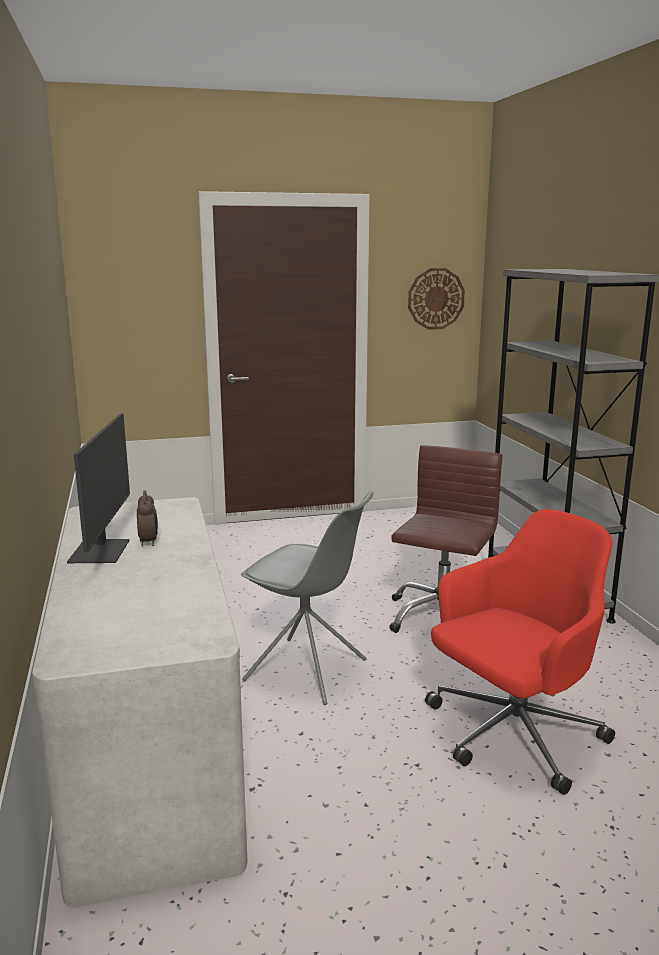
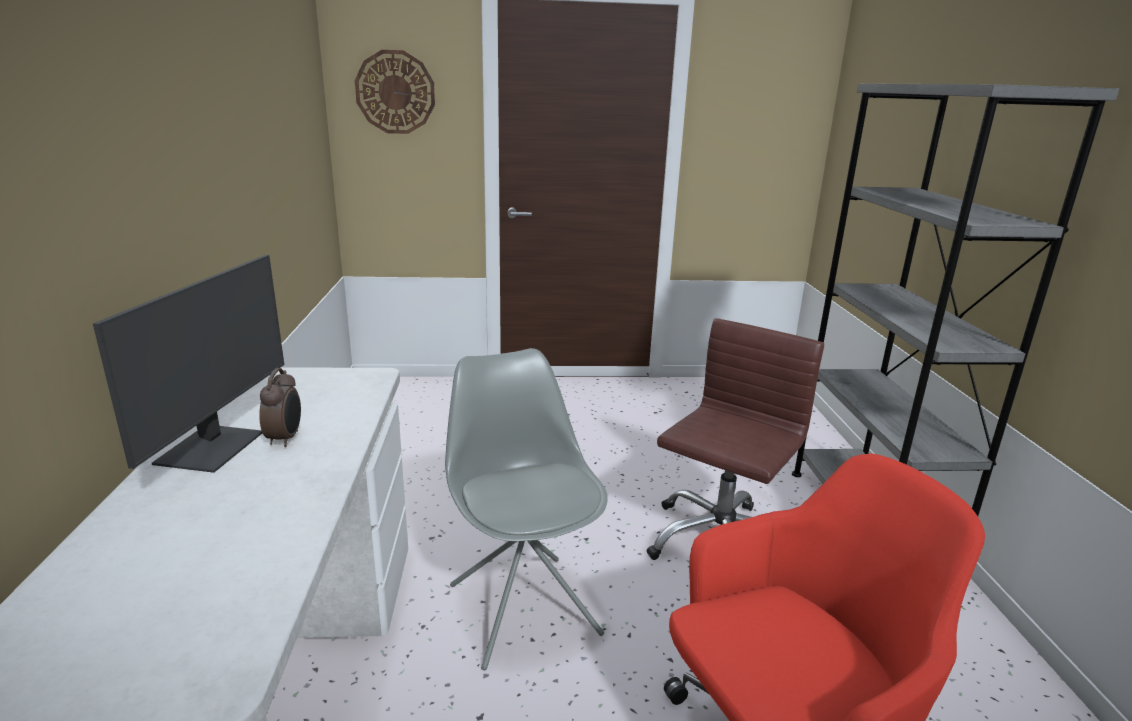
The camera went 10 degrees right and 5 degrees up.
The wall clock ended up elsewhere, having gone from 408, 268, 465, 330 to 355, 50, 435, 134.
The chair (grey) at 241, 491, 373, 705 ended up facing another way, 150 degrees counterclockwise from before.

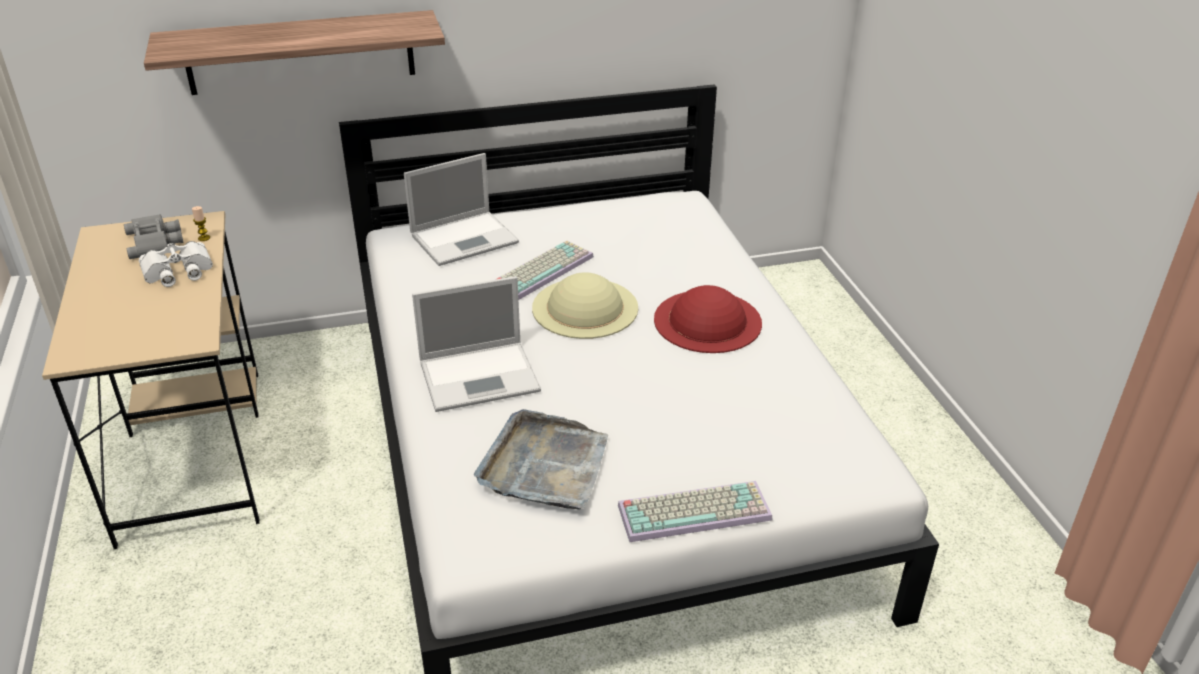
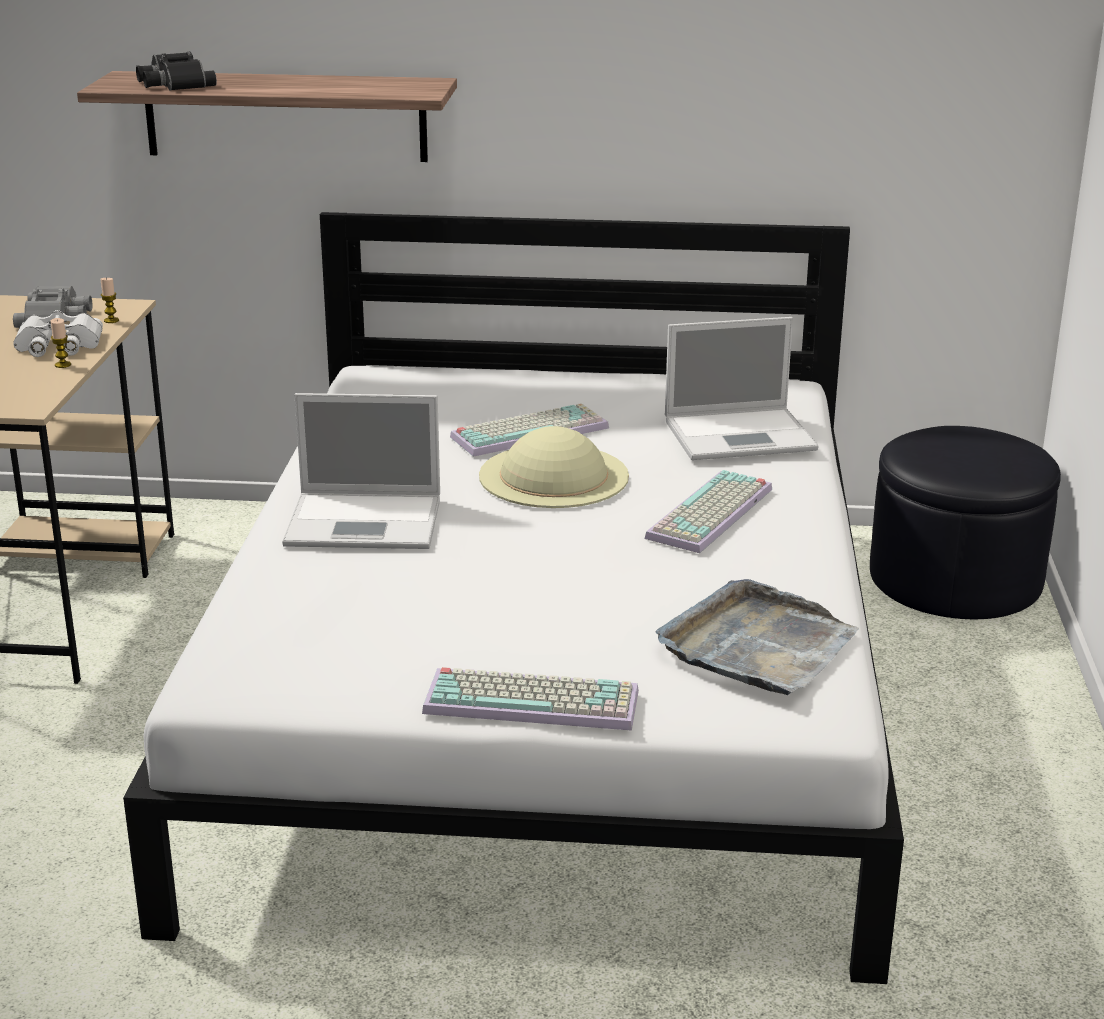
The camera went 20 degrees right and 10 degrees down.
The second view gained the candle at 50, 318, 71, 368.
The second view gained the binoculars (black) at 136, 51, 217, 90.
Where the hat (red) stood at 654, 285, 762, 353, the keyboard came to stand at 645, 470, 772, 553.
The tray (grey) ended up elsewhere, having gone from 474, 409, 608, 510 to 655, 579, 859, 695.
The laptop ended up elsewhere, having gone from 404, 153, 519, 266 to 665, 317, 819, 460.
The second view gained the ottoman (black) at 870, 426, 1061, 619.

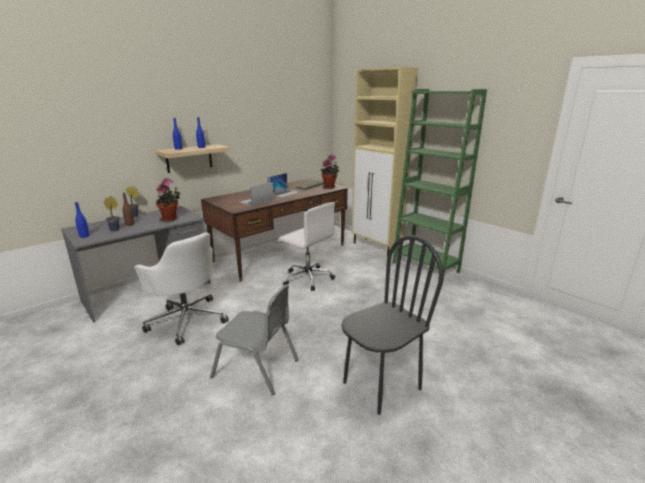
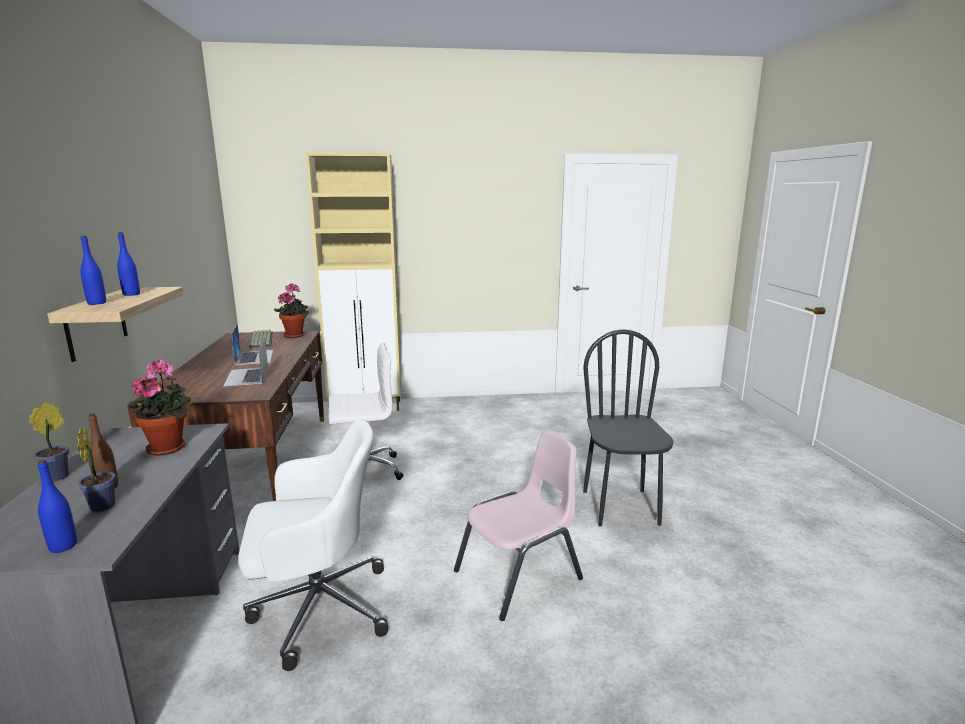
The camera went 55 degrees left and 5 degrees down.
What was the chair (grey) at 210, 284, 298, 395 turned into the chair (pink) at 454, 431, 583, 621.
The second view lost the bookcase (green) at 392, 89, 487, 280.

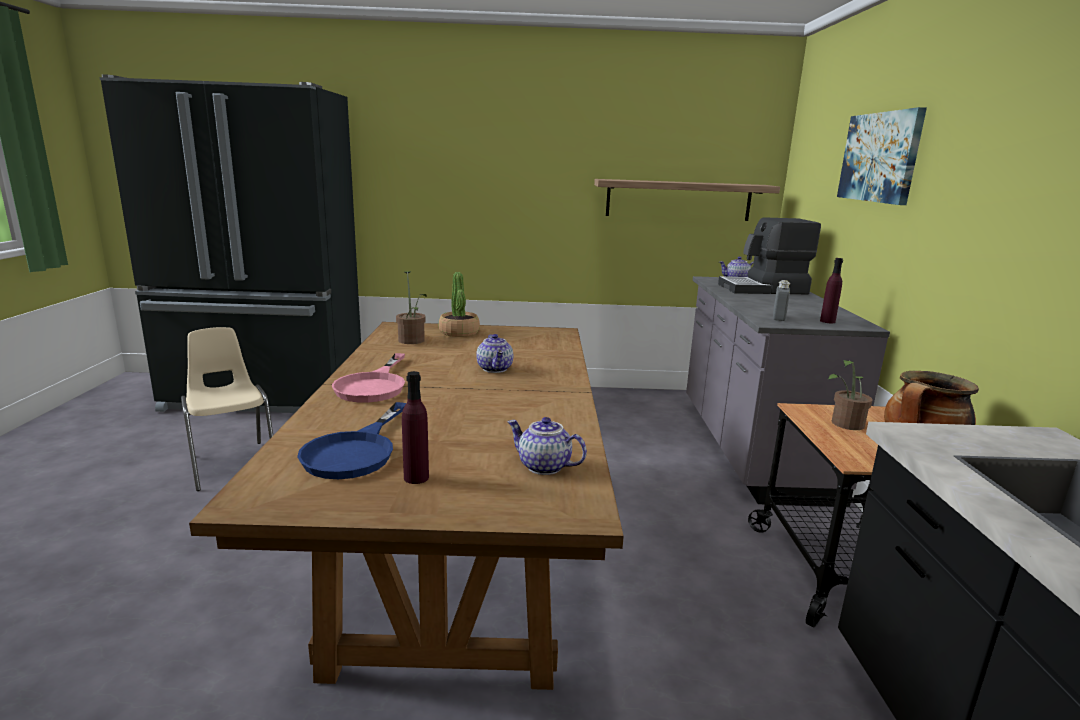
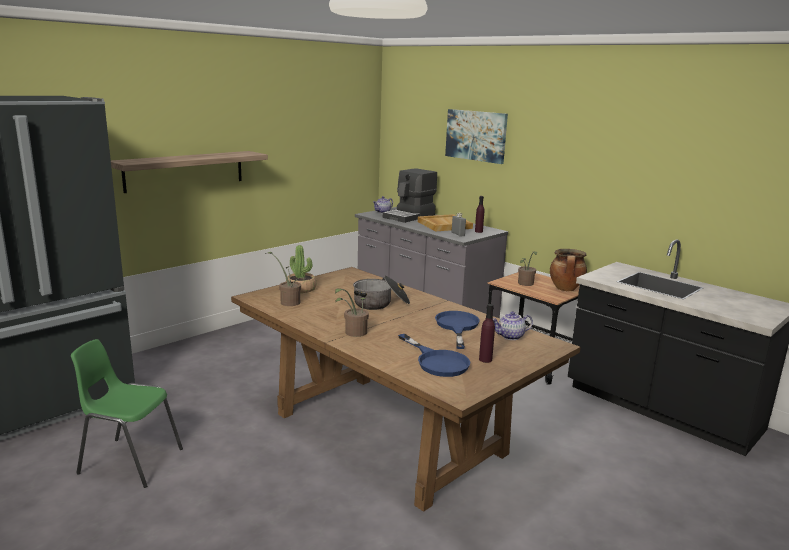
The camera went 45 degrees left and 0 degrees up.
What was the chair (beige) at 181, 327, 273, 491 turned into the chair (green) at 71, 339, 183, 488.
The shelf ended up elsewhere, having gone from 594, 179, 780, 221 to 111, 151, 268, 193.
Where the frying pan (pink) stood at 332, 353, 405, 402, the potted plant came to stand at 335, 288, 369, 337.
Where the teapot stood at 476, 334, 513, 373, the cooking pot came to stand at 353, 276, 410, 310.
The second view gained the tray (beige) at 418, 214, 473, 231.
The second view gained the frying pan (blue) at 435, 311, 480, 349.

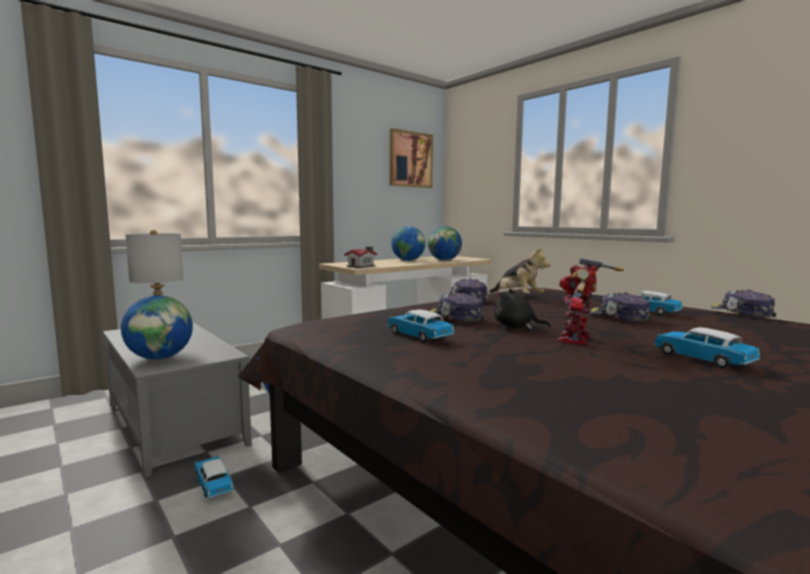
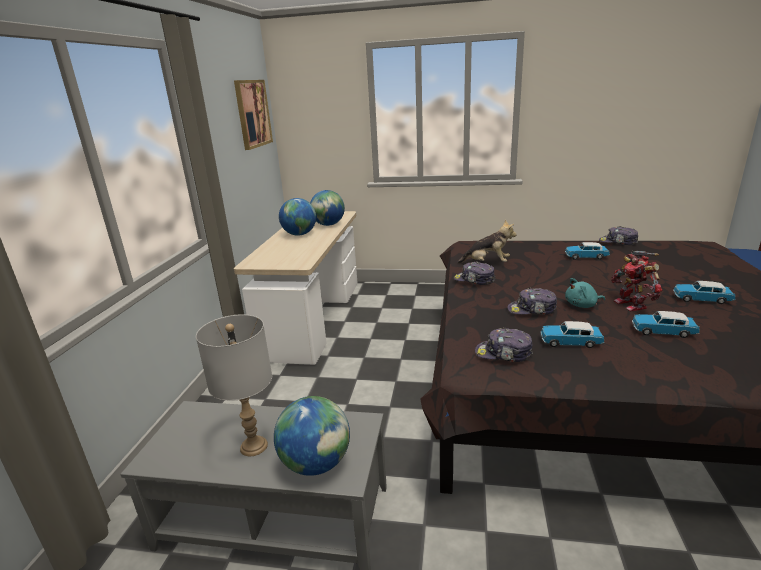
The camera went 40 degrees left and 15 degrees up.
The cap ended up elsewhere, having gone from 589, 292, 652, 322 to 475, 328, 533, 362.
What was the plush toy (black) at 494, 289, 551, 329 turned into the plush toy (turquoise) at 565, 278, 605, 308.
The toy car ended up elsewhere, having gone from 194, 456, 234, 498 to 632, 311, 700, 338.
The second view lost the toy house at 344, 247, 377, 268.

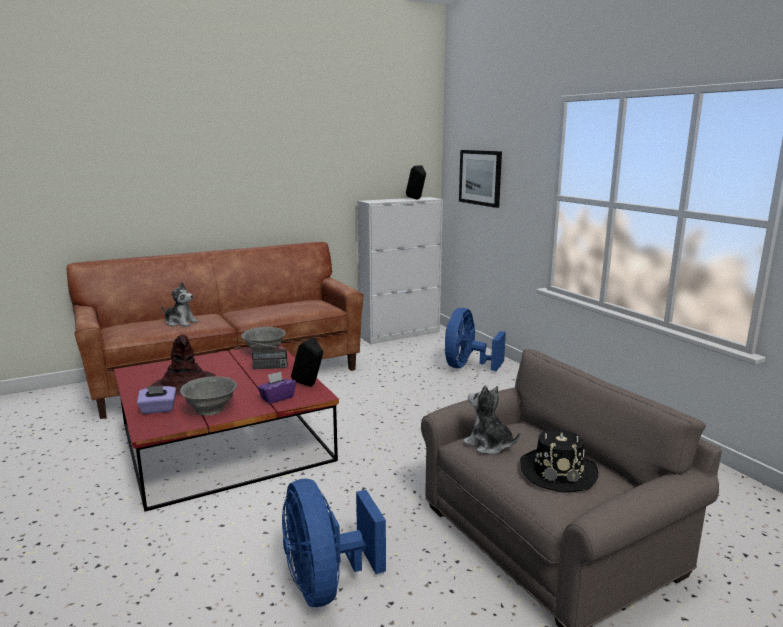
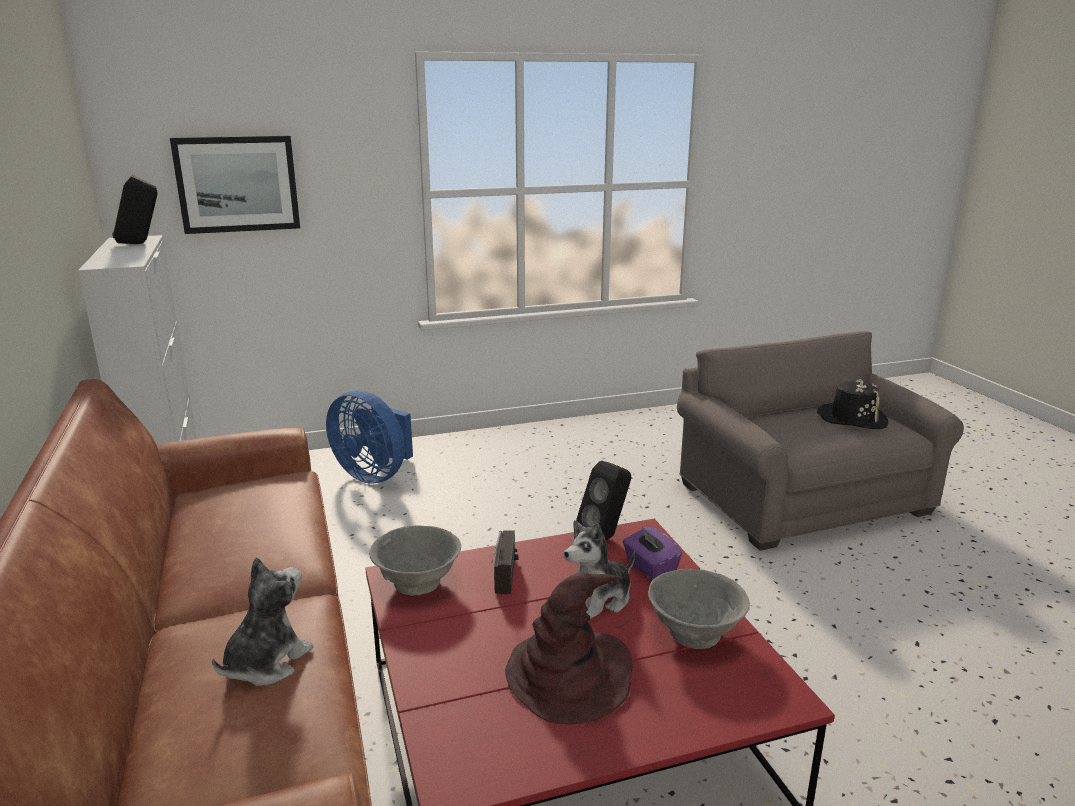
The camera went 80 degrees left and 5 degrees up.
The plush toy ended up elsewhere, having gone from 463, 385, 520, 455 to 564, 520, 635, 619.
The second view lost the tissue box (purple) at 137, 386, 176, 414.
The second view lost the fan (blue) at 282, 479, 386, 607.

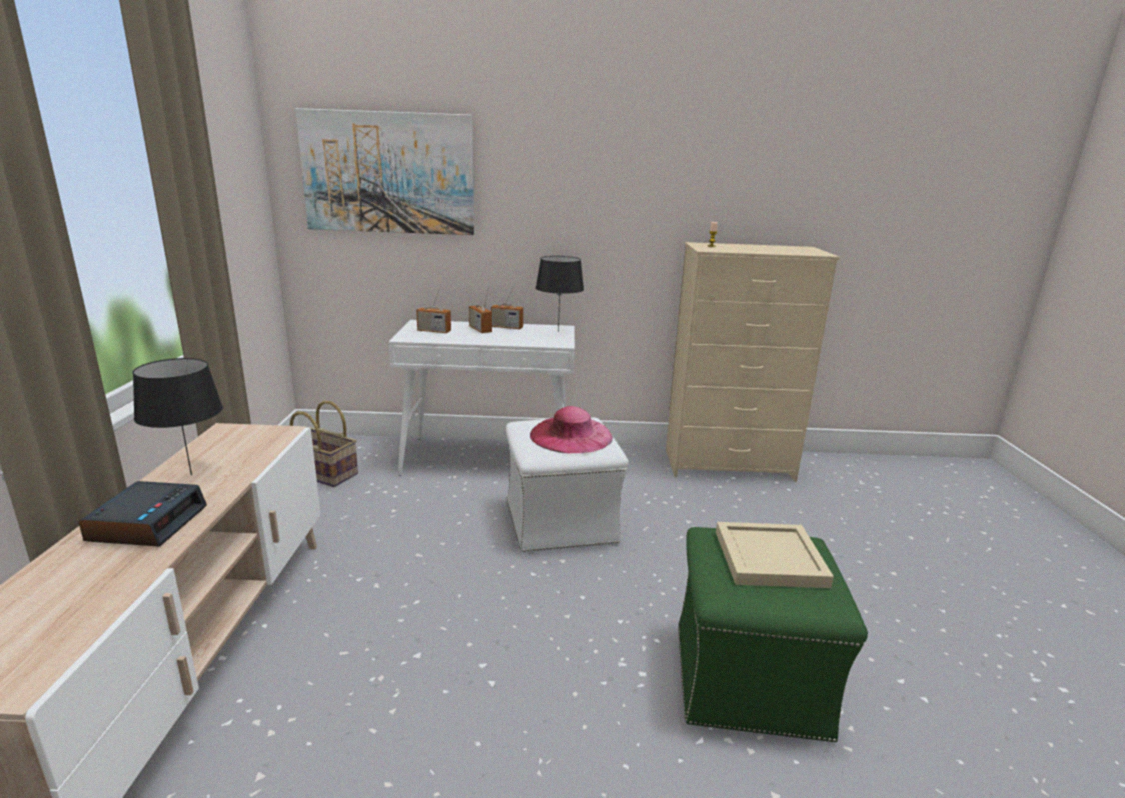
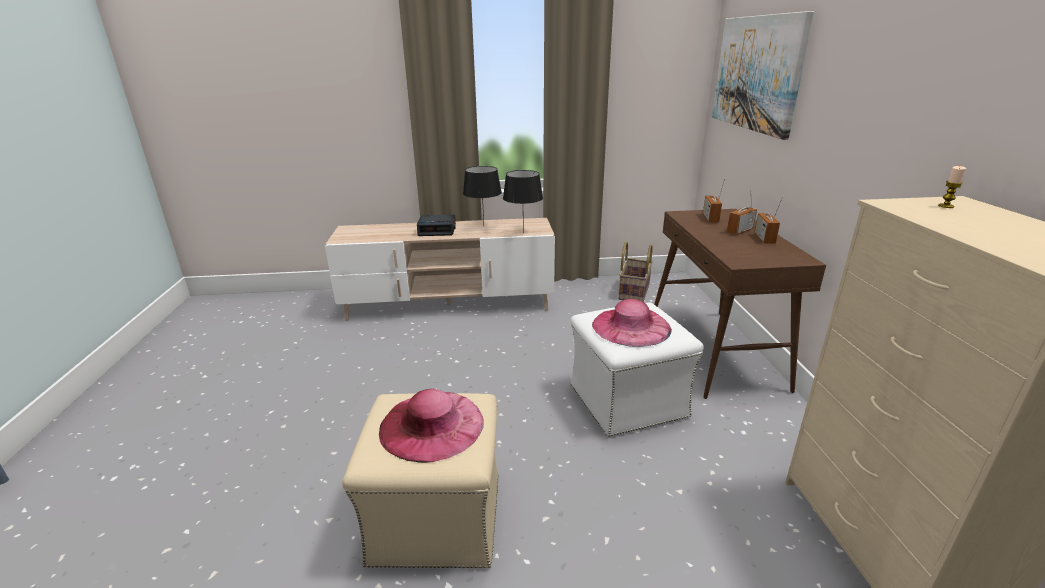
The camera went 85 degrees right and 5 degrees up.
What was the ottoman (green) at 678, 527, 868, 742 turned into the ottoman (beige) at 342, 393, 499, 568.
Where the tray (beige) stood at 716, 522, 834, 588, the hat (pink) came to stand at 379, 389, 484, 463.
The table lamp (black) ended up elsewhere, having gone from 536, 256, 584, 332 to 503, 170, 543, 233.
What was the console table (white) at 389, 320, 575, 476 turned into the console table (brown) at 654, 209, 826, 399.

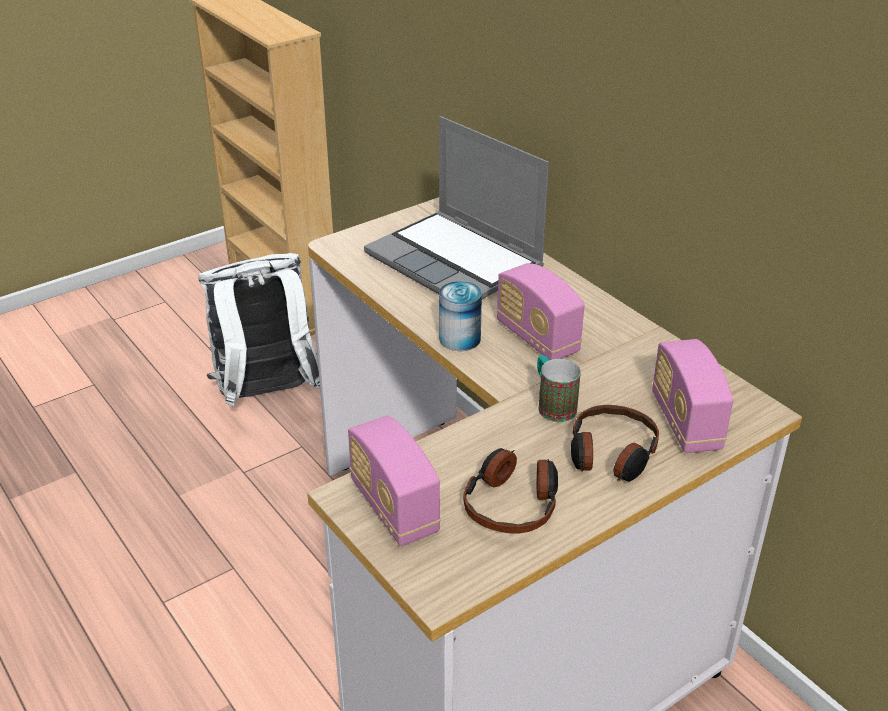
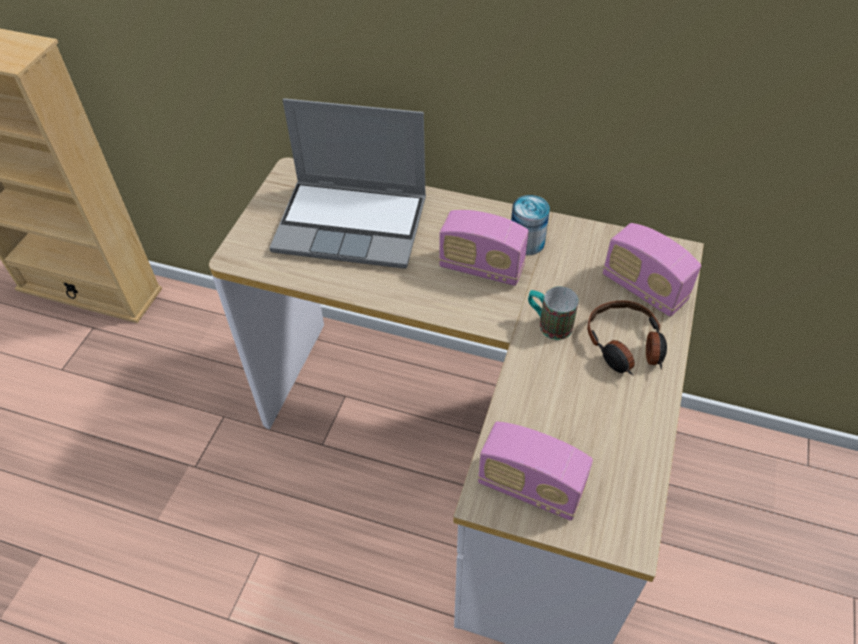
The camera went 35 degrees left and 15 degrees up.
The can ended up elsewhere, having gone from 439, 281, 482, 351 to 511, 195, 550, 255.
The second view lost the backpack (white) at 198, 253, 320, 406.
The second view lost the headphones at 463, 448, 558, 534.

